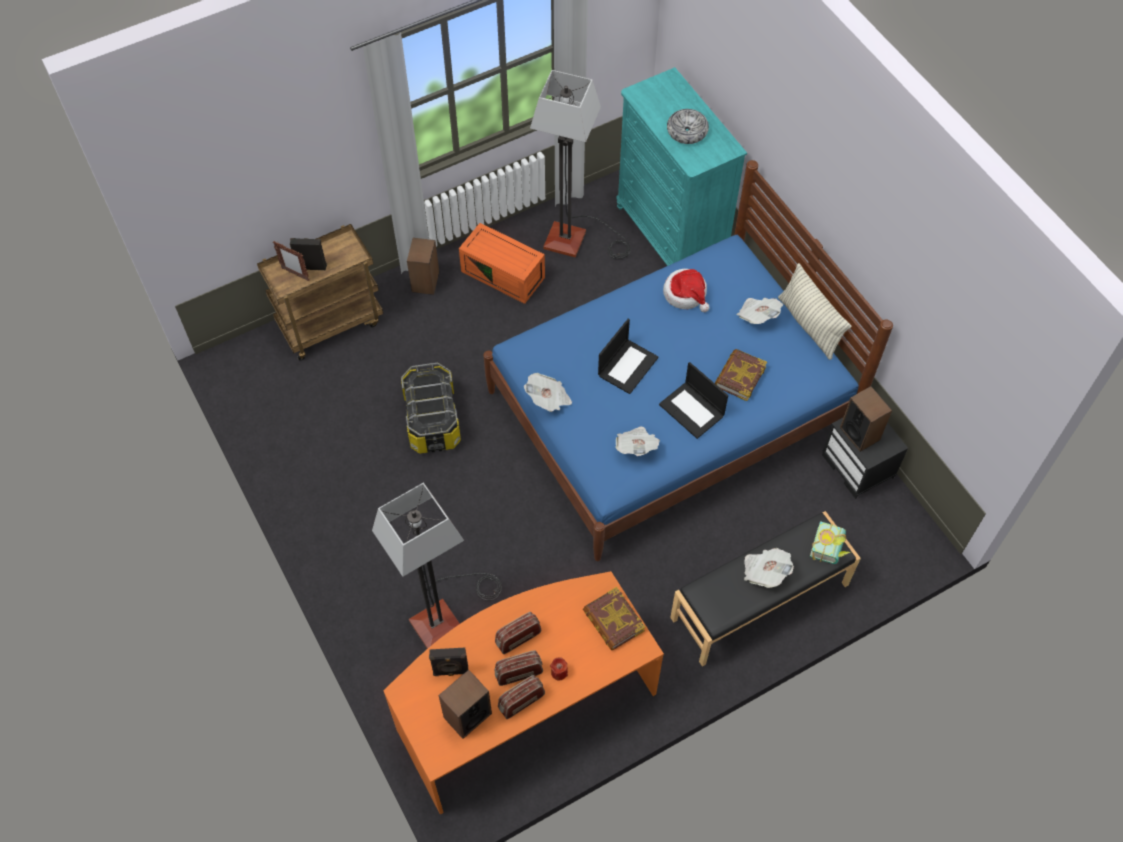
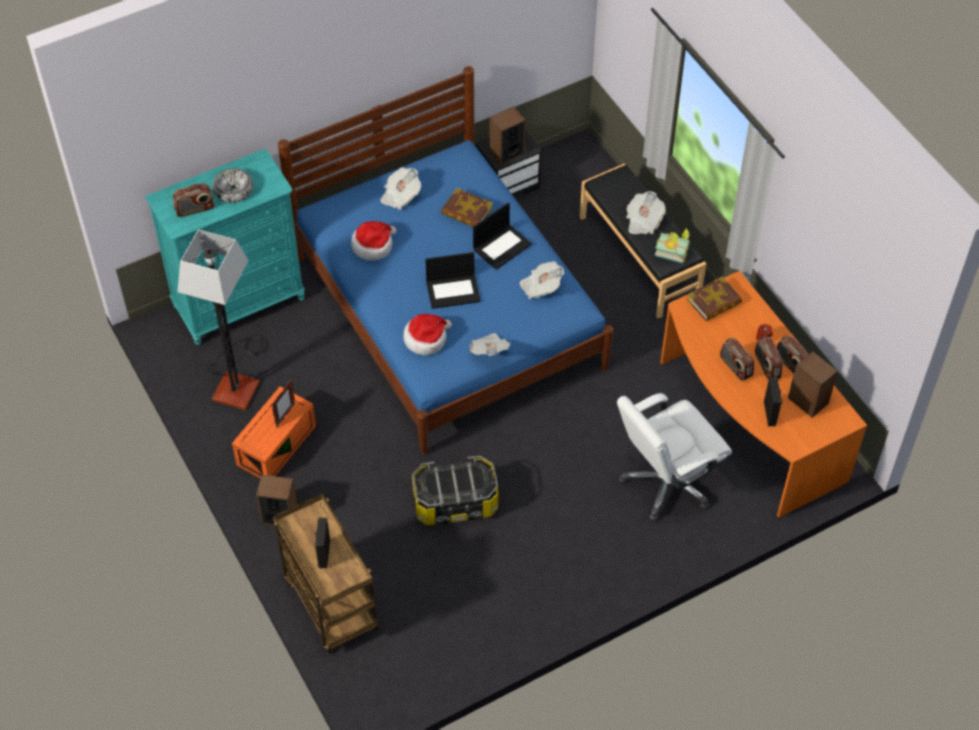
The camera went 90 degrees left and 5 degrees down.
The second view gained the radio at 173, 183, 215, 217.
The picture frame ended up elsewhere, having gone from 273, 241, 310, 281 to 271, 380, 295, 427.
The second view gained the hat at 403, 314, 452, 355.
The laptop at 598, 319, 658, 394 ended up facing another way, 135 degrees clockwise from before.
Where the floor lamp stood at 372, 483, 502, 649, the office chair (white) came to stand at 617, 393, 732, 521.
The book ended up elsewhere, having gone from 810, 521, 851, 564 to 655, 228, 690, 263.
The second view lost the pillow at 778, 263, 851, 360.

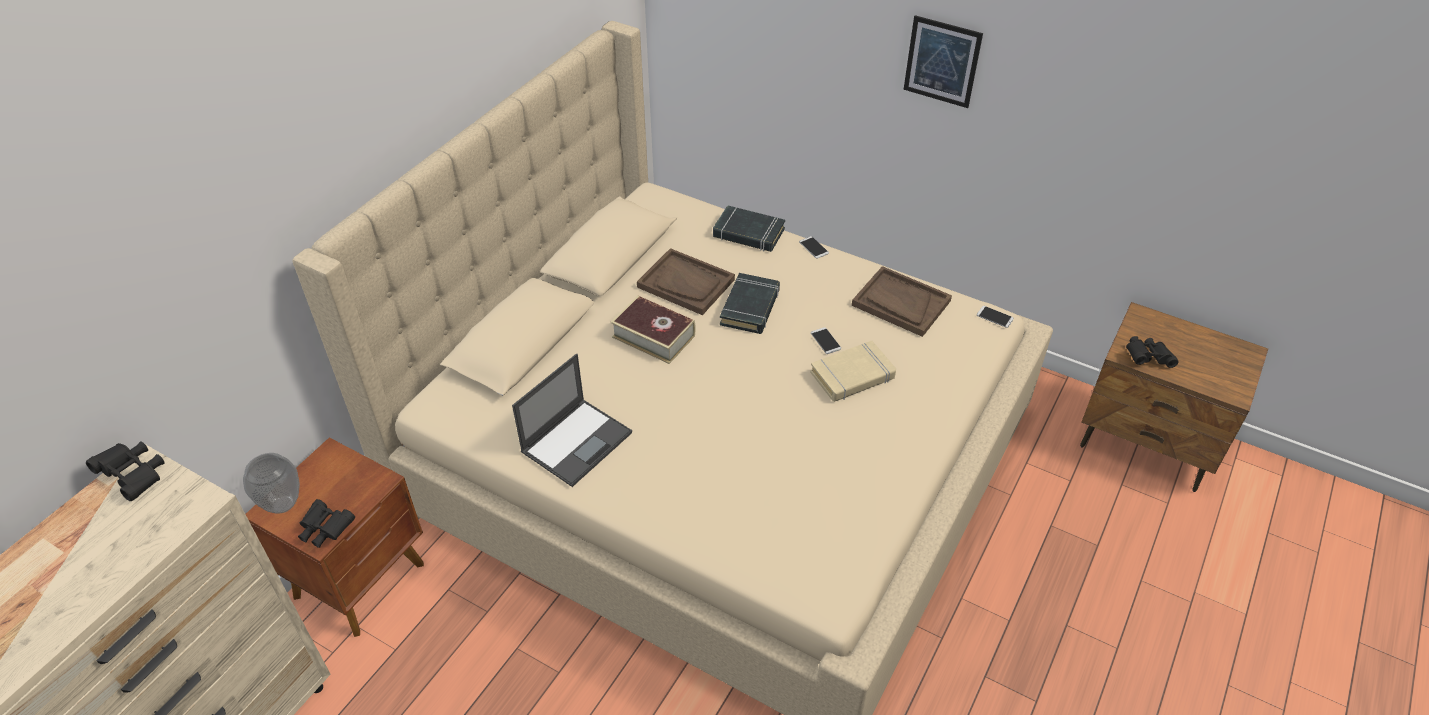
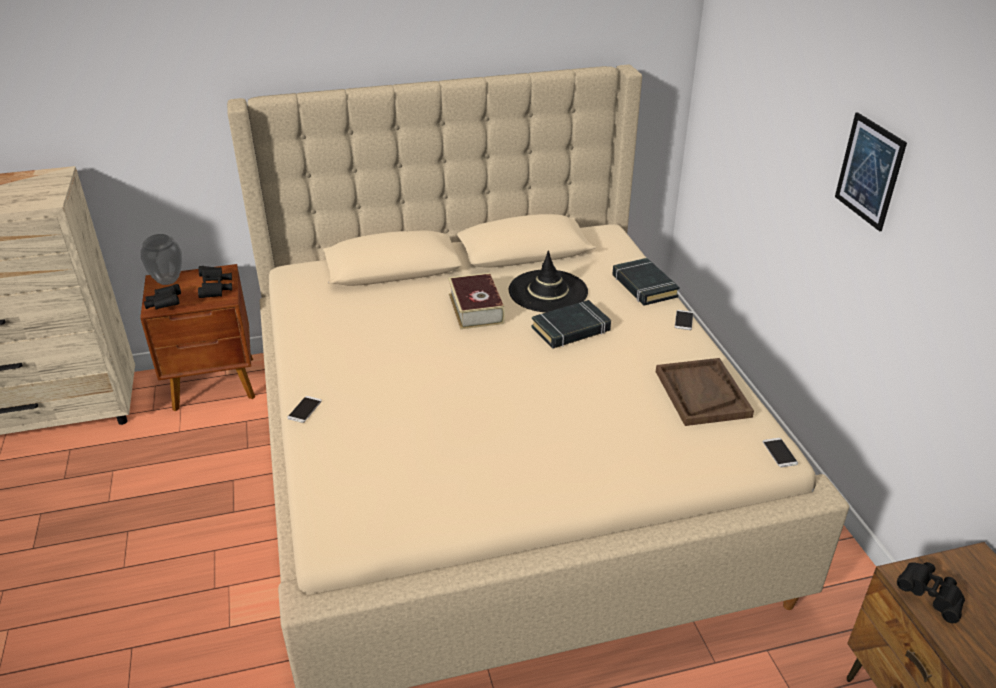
The camera went 45 degrees right and 10 degrees down.
The binoculars (black) ended up elsewhere, having gone from 86, 441, 165, 501 to 198, 266, 232, 298.
The phone ended up elsewhere, having gone from 811, 327, 841, 354 to 287, 396, 322, 423.
Where the tray (brown) stood at 637, 248, 735, 315, the hat (black) came to stand at 509, 250, 588, 312.
The second view lost the laptop at 512, 354, 632, 487.
The second view lost the book (beige) at 810, 341, 896, 402.

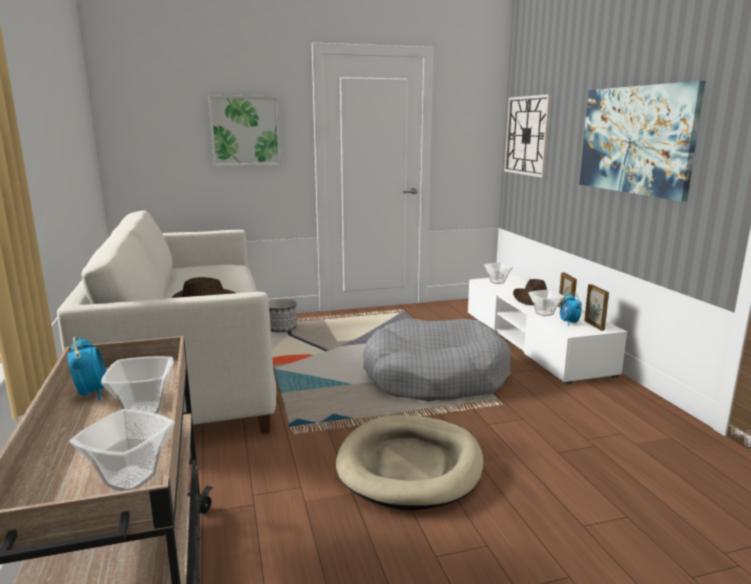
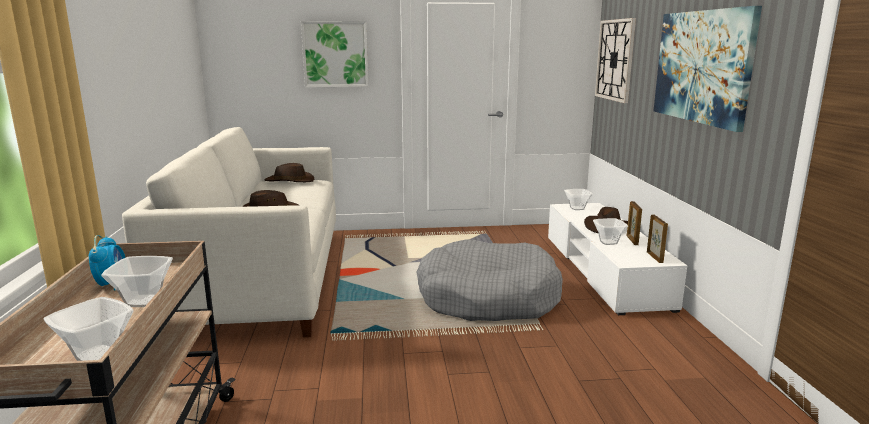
The camera went 10 degrees right and 0 degrees up.
The second view gained the hat (brown) at 265, 163, 314, 182.
The second view lost the planter at 269, 299, 297, 332.
The second view lost the dog bed (beige) at 336, 416, 483, 510.
The second view lost the alarm clock at 560, 293, 582, 326.

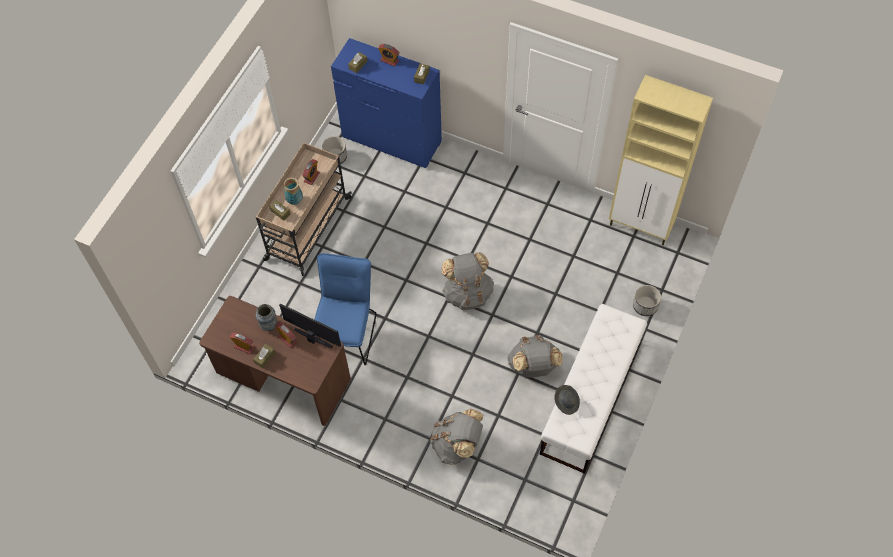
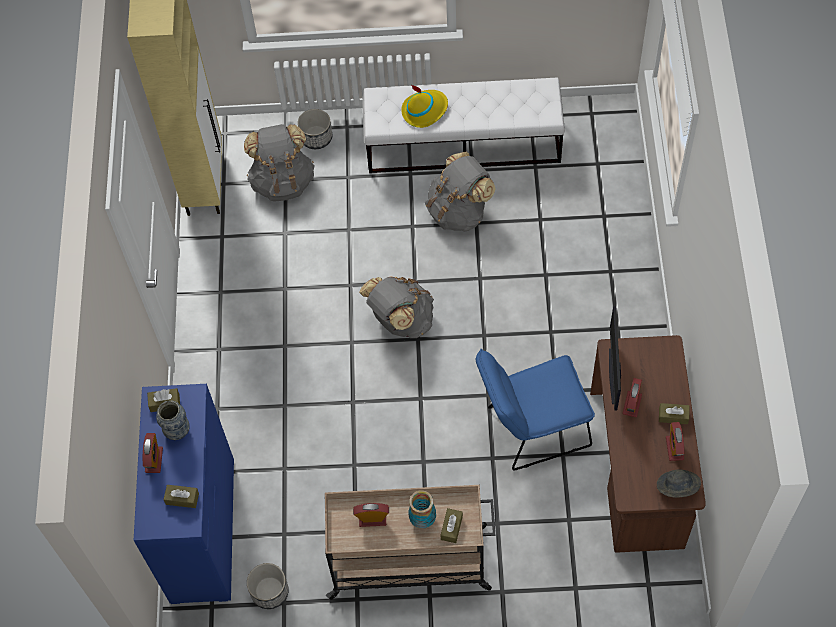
The camera went 115 degrees left and 0 degrees up.
The vase ended up elsewhere, having gone from 256, 304, 277, 331 to 156, 401, 190, 440.
The backpack (grey) ended up elsewhere, having gone from 430, 409, 483, 465 to 244, 124, 315, 202.
The second view gained the hat (yellow) at 401, 85, 448, 128.
The hat (grey) ended up elsewhere, having gone from 554, 385, 580, 415 to 657, 469, 701, 498.

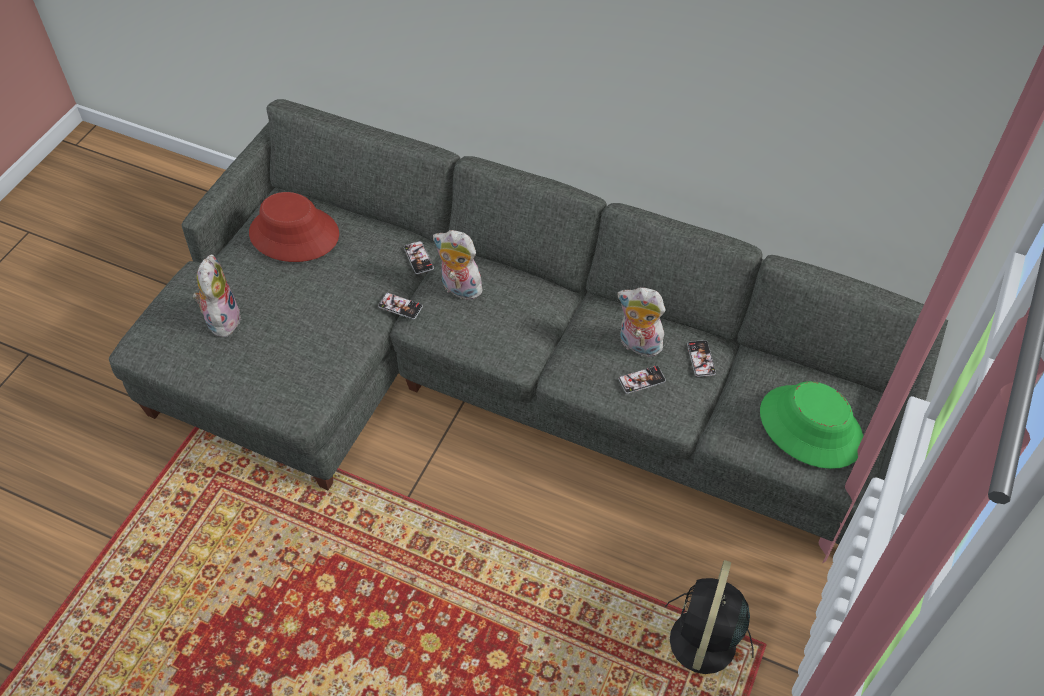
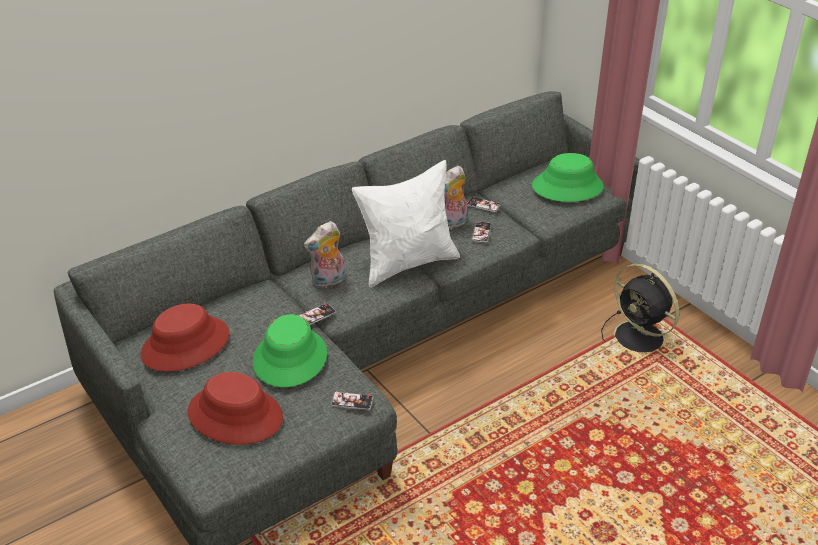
The camera went 60 degrees left and 15 degrees down.
Where the plush toy stood at 193, 254, 241, 337, the hat (red) came to stand at 187, 372, 283, 445.
The second view gained the hat (green) at 253, 314, 327, 387.
The phone ended up elsewhere, having gone from 404, 241, 434, 274 to 331, 391, 373, 410.
The second view gained the pillow (white) at 352, 160, 460, 287.

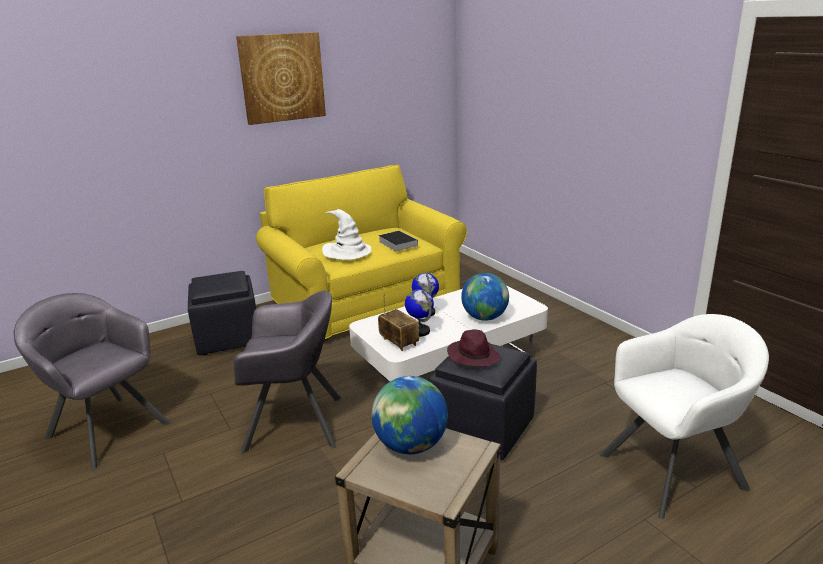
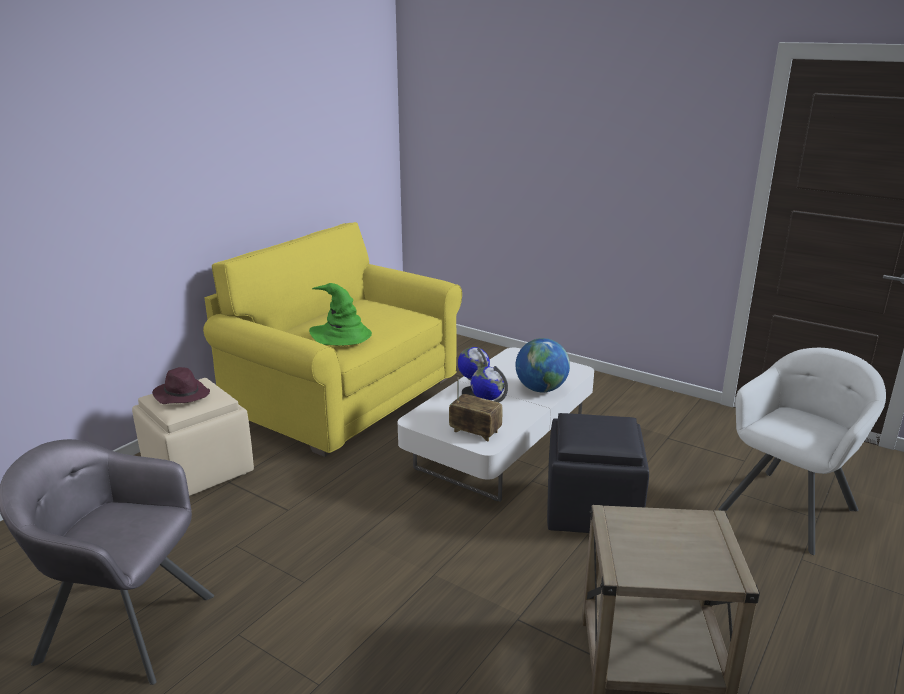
The camera went 25 degrees left and 0 degrees up.
What was the ottoman (black) at 188, 271, 256, 355 turned into the ottoman (beige) at 132, 378, 254, 496.
The hat (purple) ended up elsewhere, having gone from 447, 329, 500, 367 to 152, 367, 210, 404.
What was the hat (white) at 322, 209, 371, 260 turned into the hat (green) at 309, 283, 372, 345.
The second view lost the armchair (grey) at 234, 291, 341, 453.
The second view lost the picture at 236, 32, 326, 125.
The second view lost the globe at 372, 376, 448, 454.
The second view lost the book at 378, 231, 418, 251.

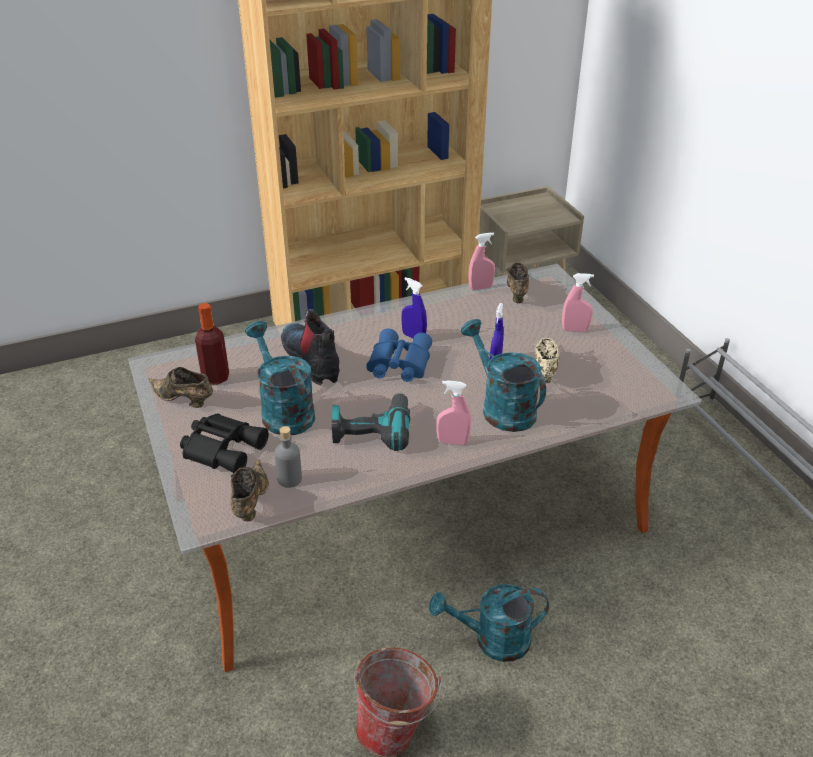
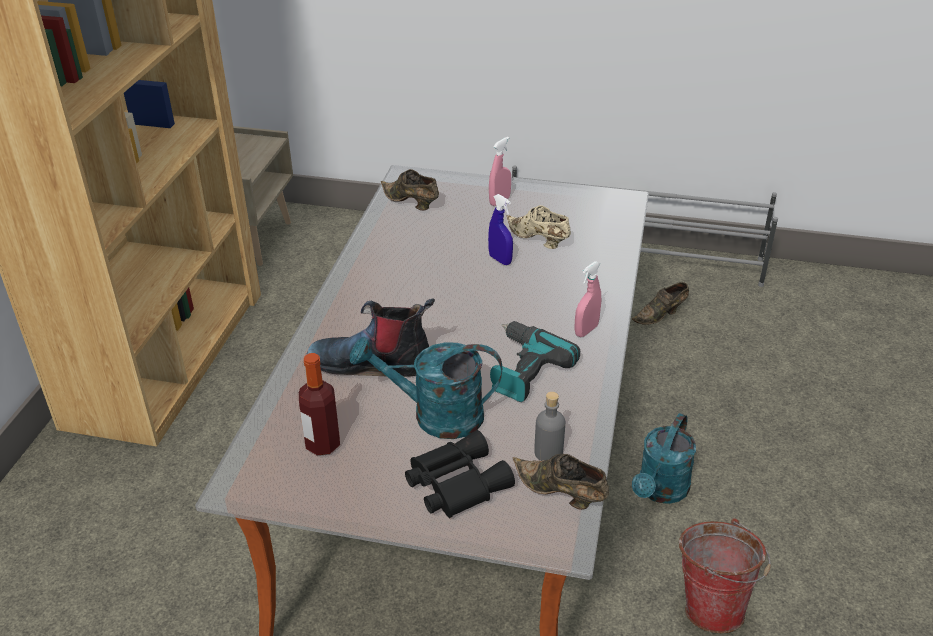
The camera went 55 degrees left and 0 degrees up.
The shoe (brown) ended up elsewhere, having gone from 148, 367, 213, 408 to 632, 282, 689, 325.
The second view lost the binoculars (blue) at 366, 329, 432, 382.
The second view lost the spray bottle (blue) at 401, 277, 427, 338.
The second view lost the watering can (turquoise) at 461, 319, 546, 432.
The second view lost the spray bottle (pink) at 469, 232, 495, 290.

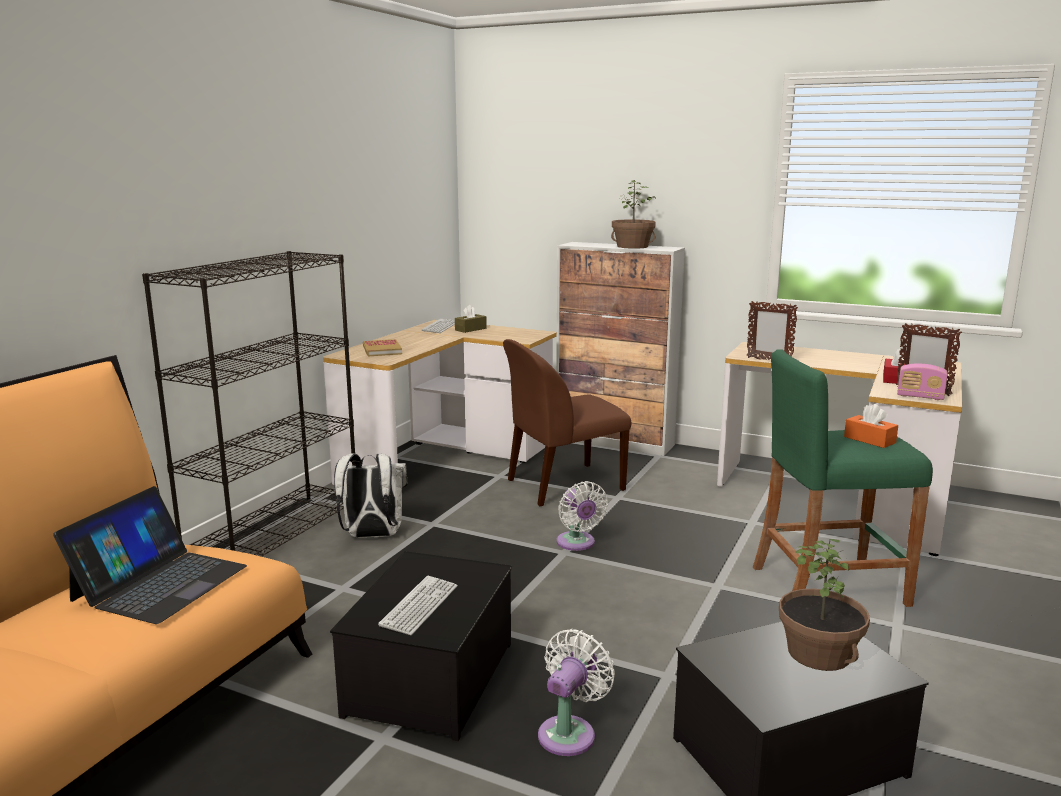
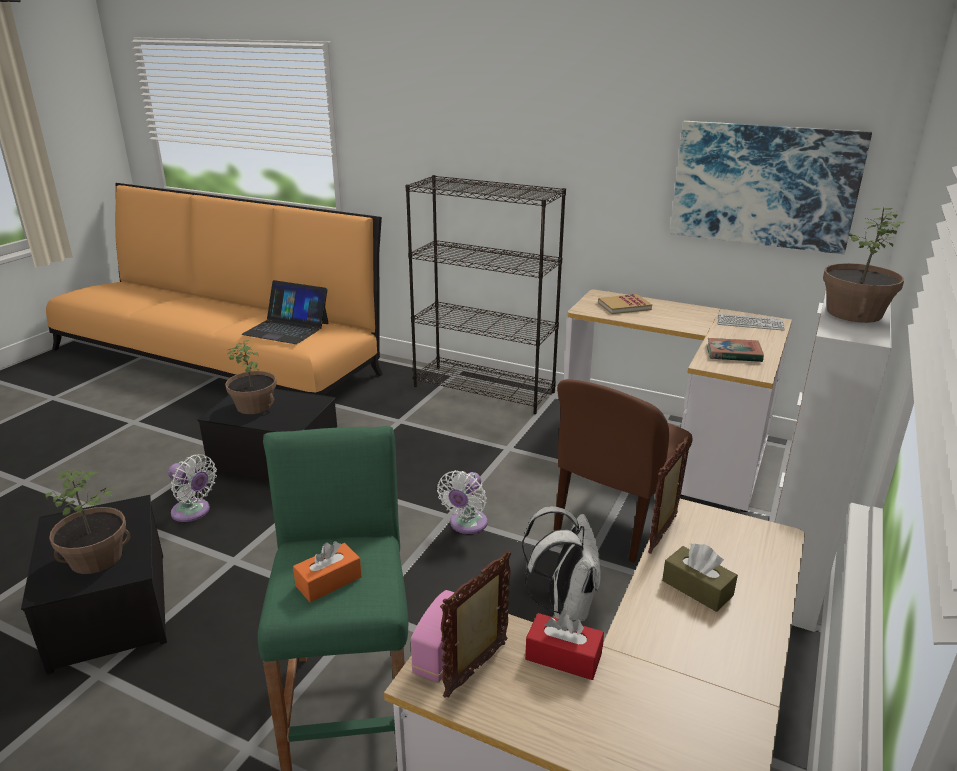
The camera went 90 degrees right and 10 degrees up.
Where the keyboard stood at 378, 576, 458, 635, the potted plant came to stand at 225, 340, 277, 414.
The fan (white) at 557, 481, 608, 551 ended up facing another way, 45 degrees counterclockwise from before.
The backpack (white) ended up elsewhere, having gone from 334, 453, 407, 538 to 522, 506, 601, 621.
The chair (brown) at 503, 339, 631, 506 ended up facing another way, 120 degrees counterclockwise from before.
The tissue box (brown) ended up elsewhere, having gone from 455, 305, 487, 333 to 662, 543, 738, 612.
The second view gained the picture at 670, 121, 872, 254.
The second view gained the book at 707, 338, 764, 362.

